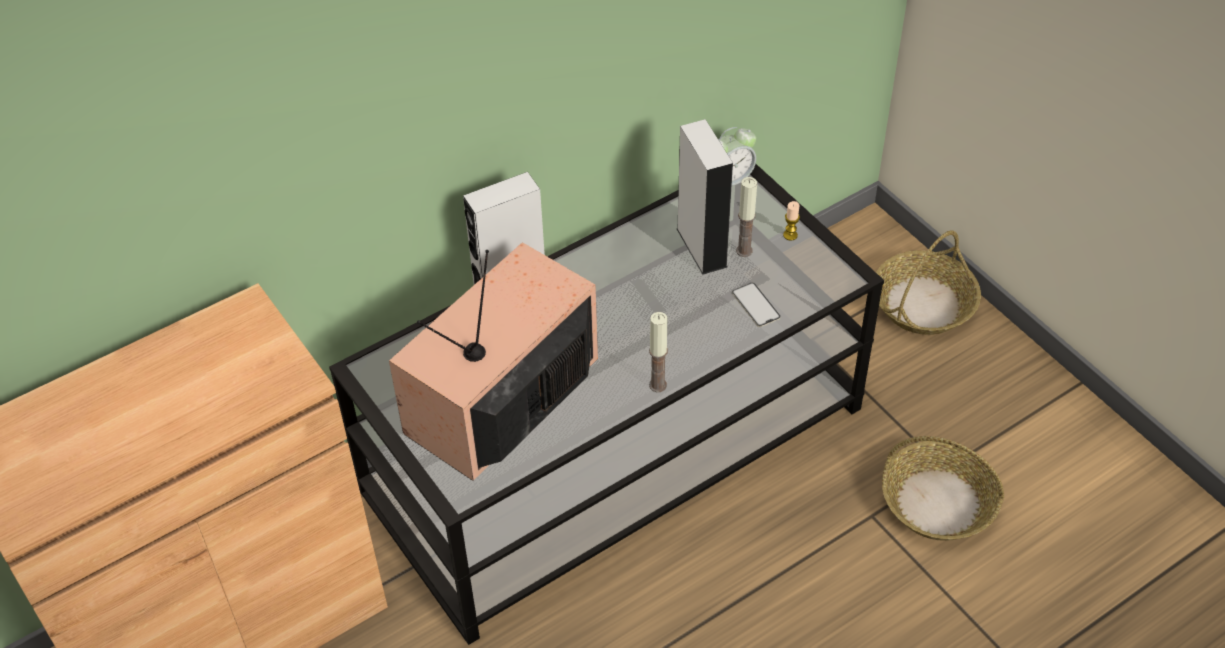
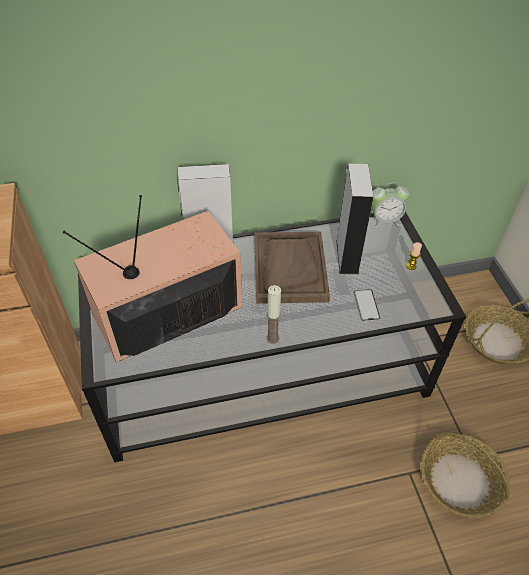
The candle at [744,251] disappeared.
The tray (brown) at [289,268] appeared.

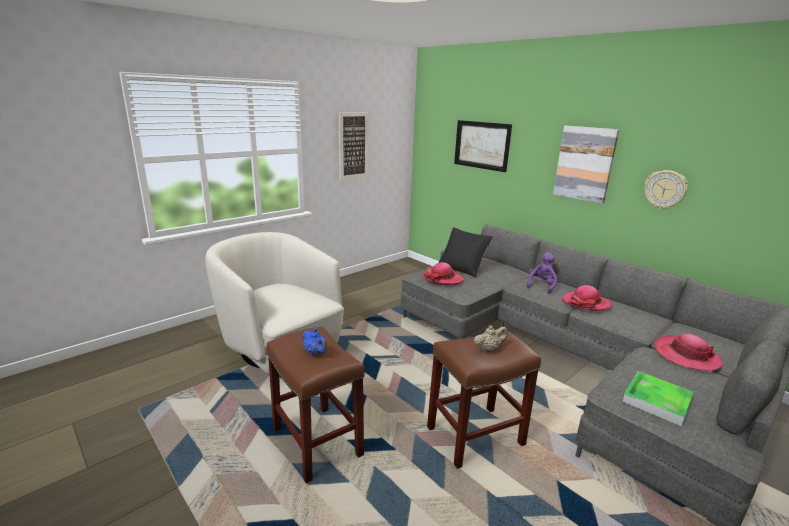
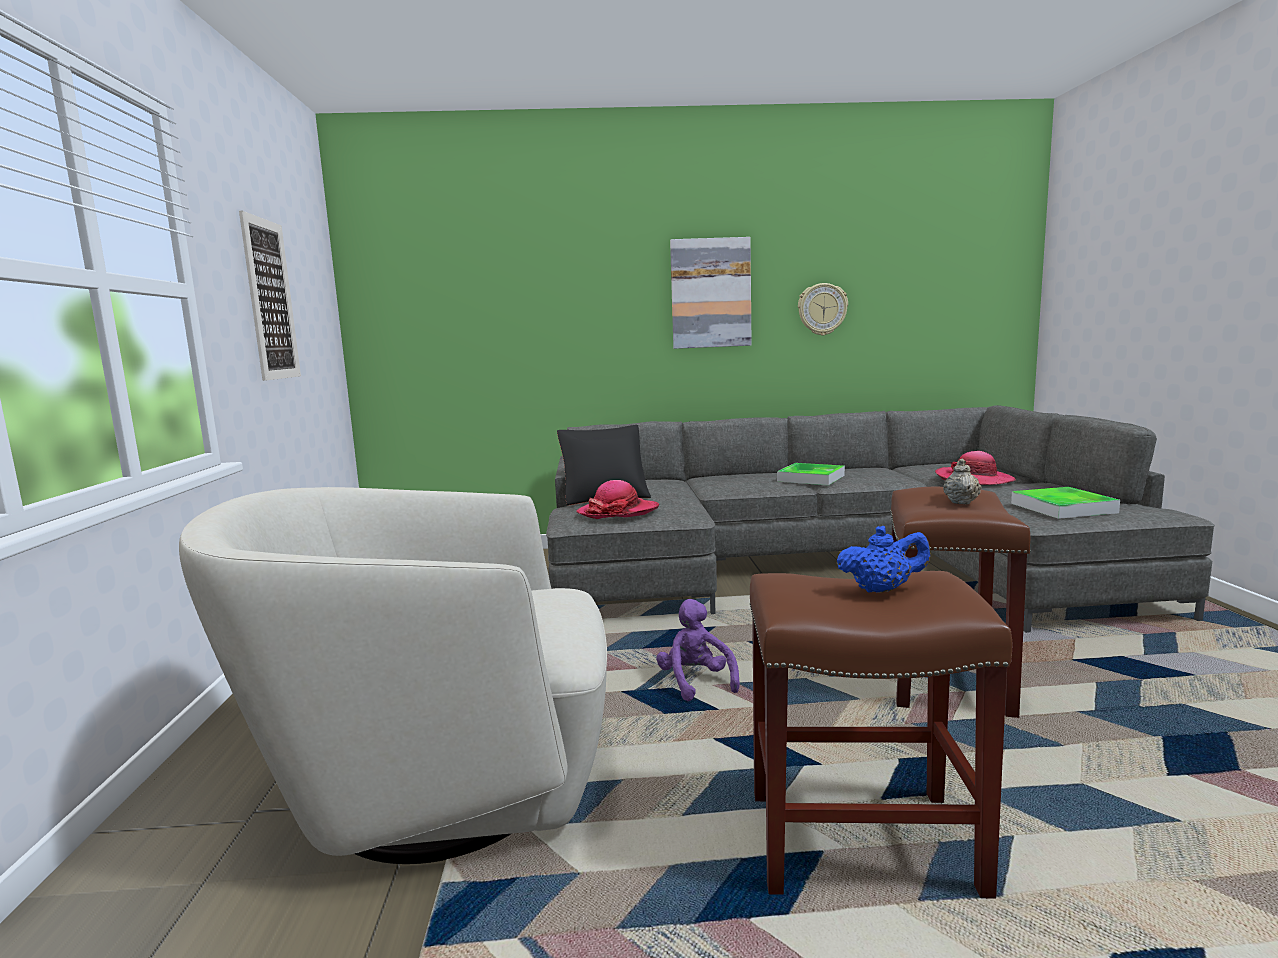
The picture at [482,145] disappeared.
The plush toy (purple) moved from [541,285] to [696,682].
The hat at [586,303] was replaced by the tray at [811,478].

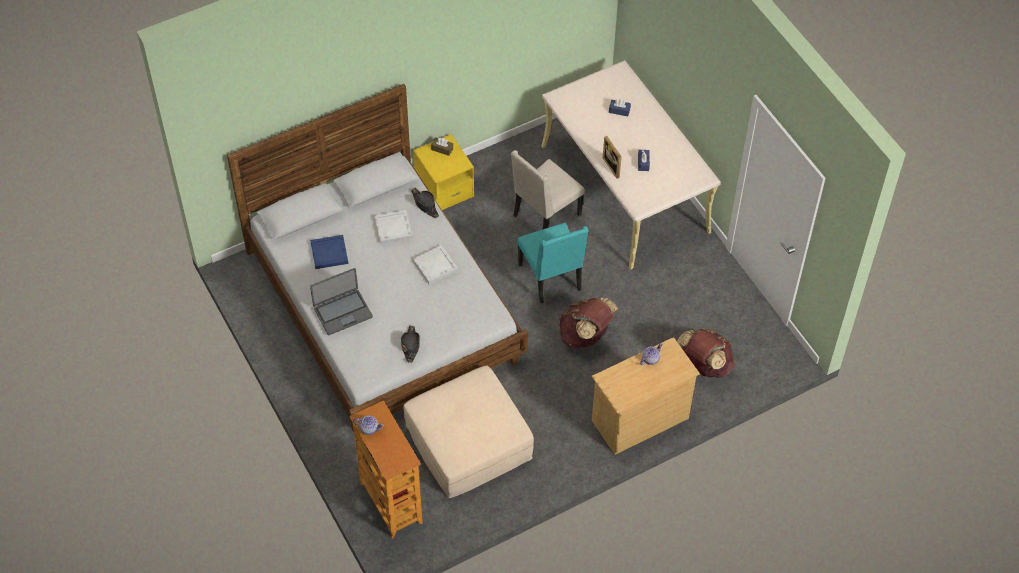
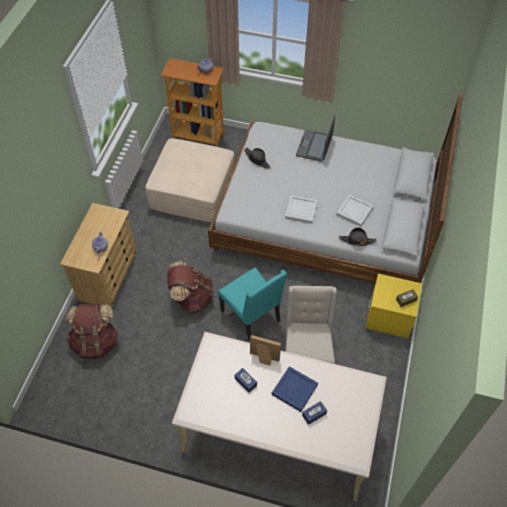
The tray (blue) moved from [329,253] to [294,389].
The chair (turquoise) at [551,278] turned 150 degrees counterclockwise.

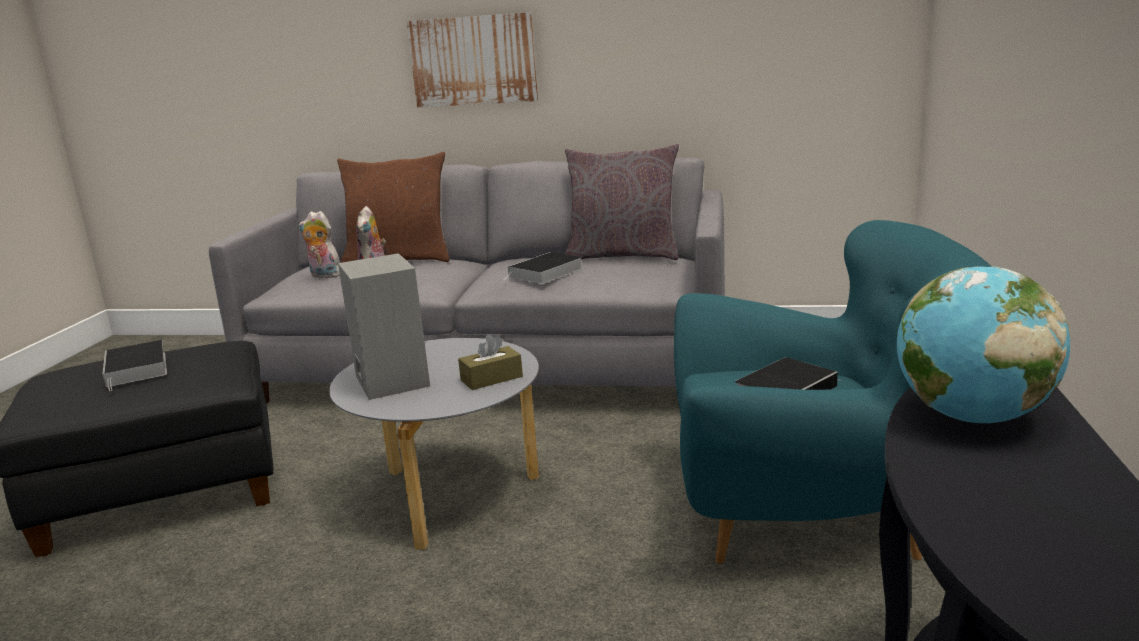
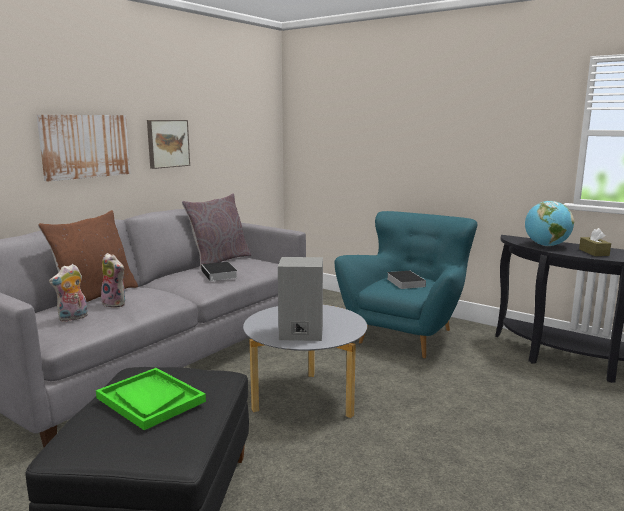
The picture at [167,143] appeared.
The tissue box (brown) moved from [491,378] to [593,252].
The book at [137,369] was replaced by the tray (green) at [150,400].

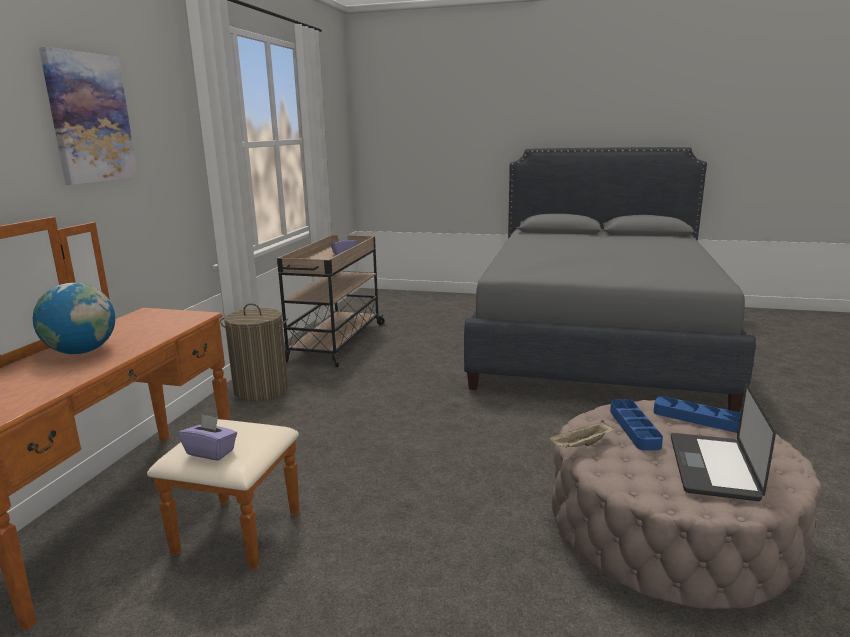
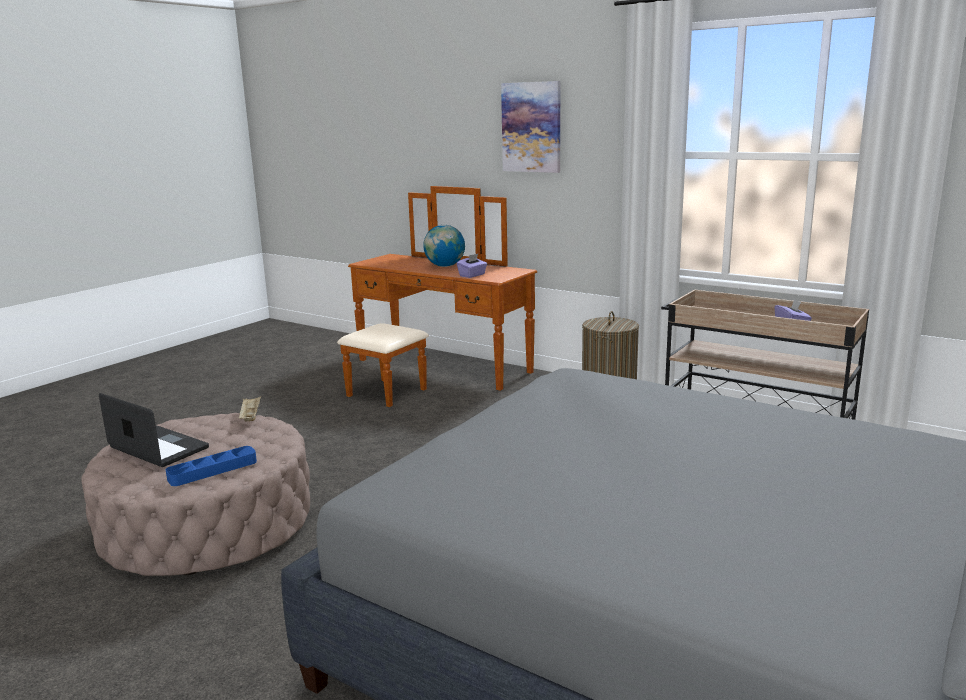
The tray (blue) at [634,428] disappeared.
The tissue box (purple) moved from [211,452] to [472,275].

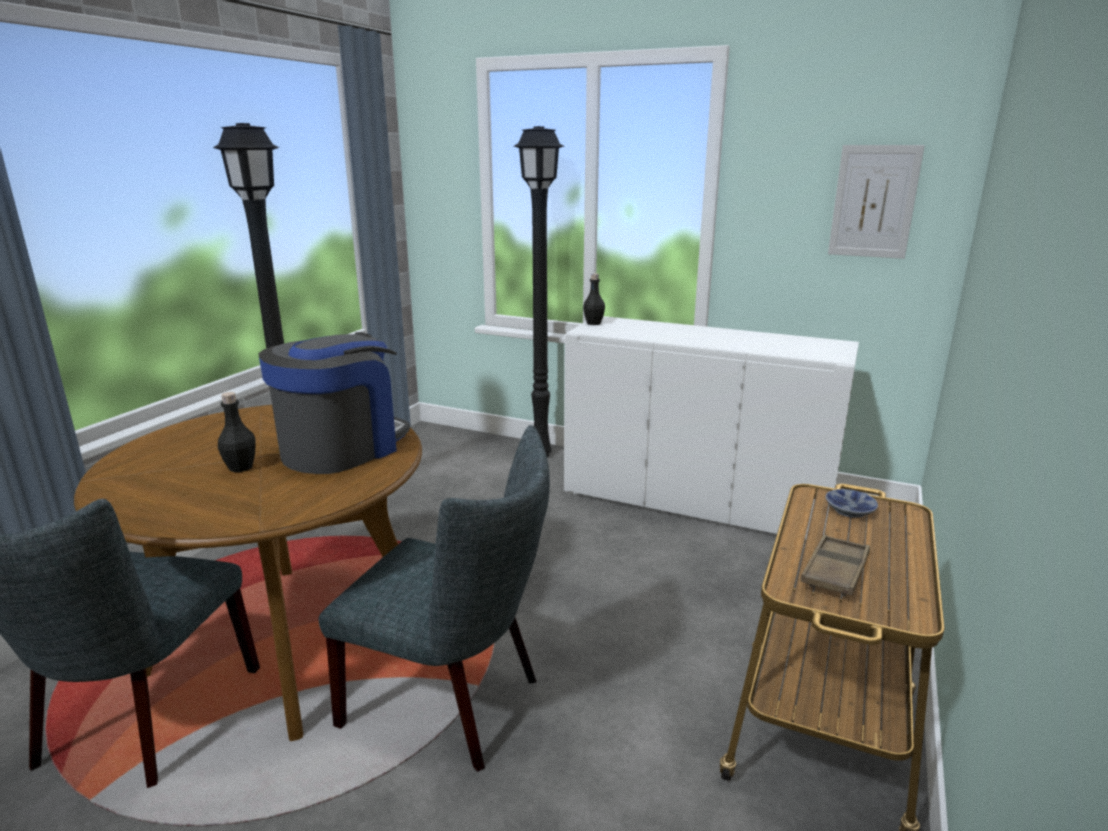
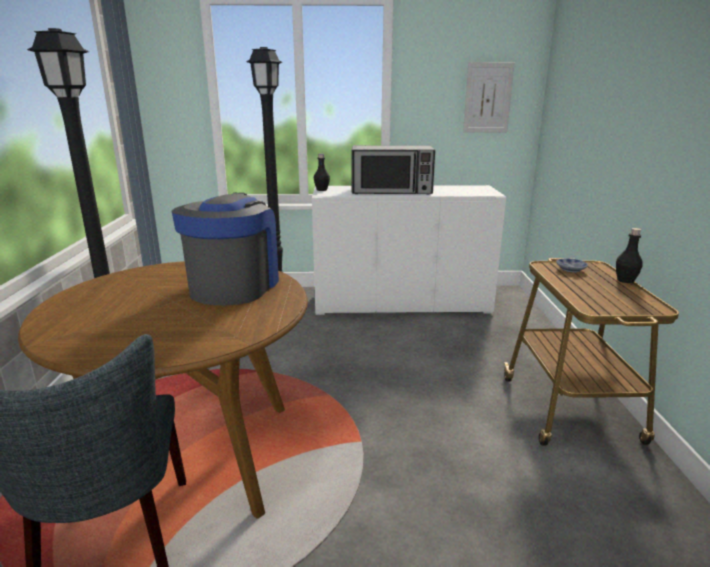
The chair (grey) at [453,703] disappeared.
The tray (brown) at [835,571] disappeared.
The microwave at [391,191] appeared.
The bottle (black) moved from [241,467] to [625,280].

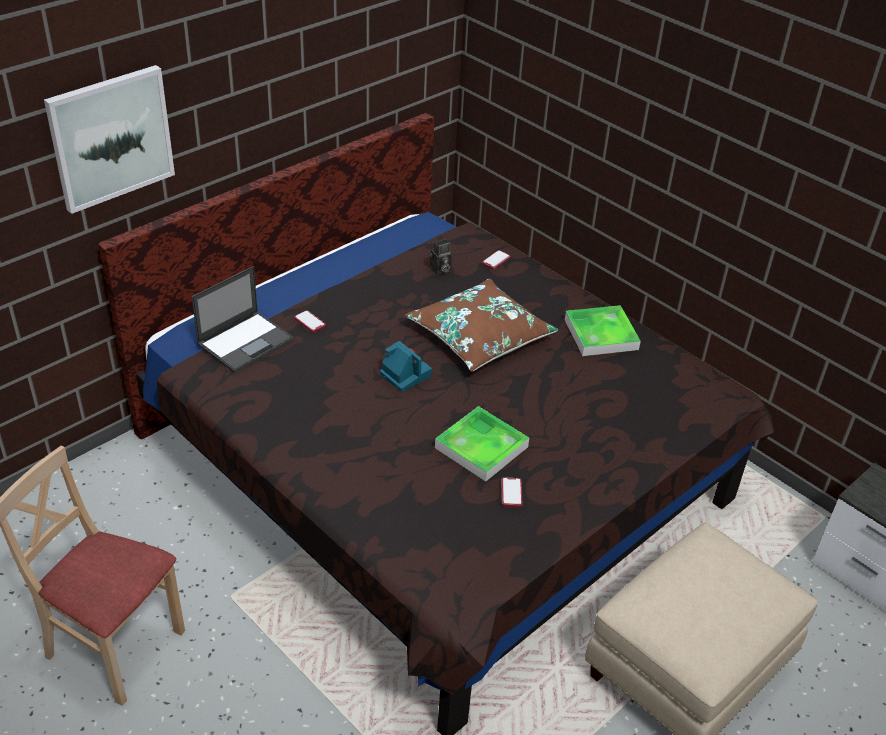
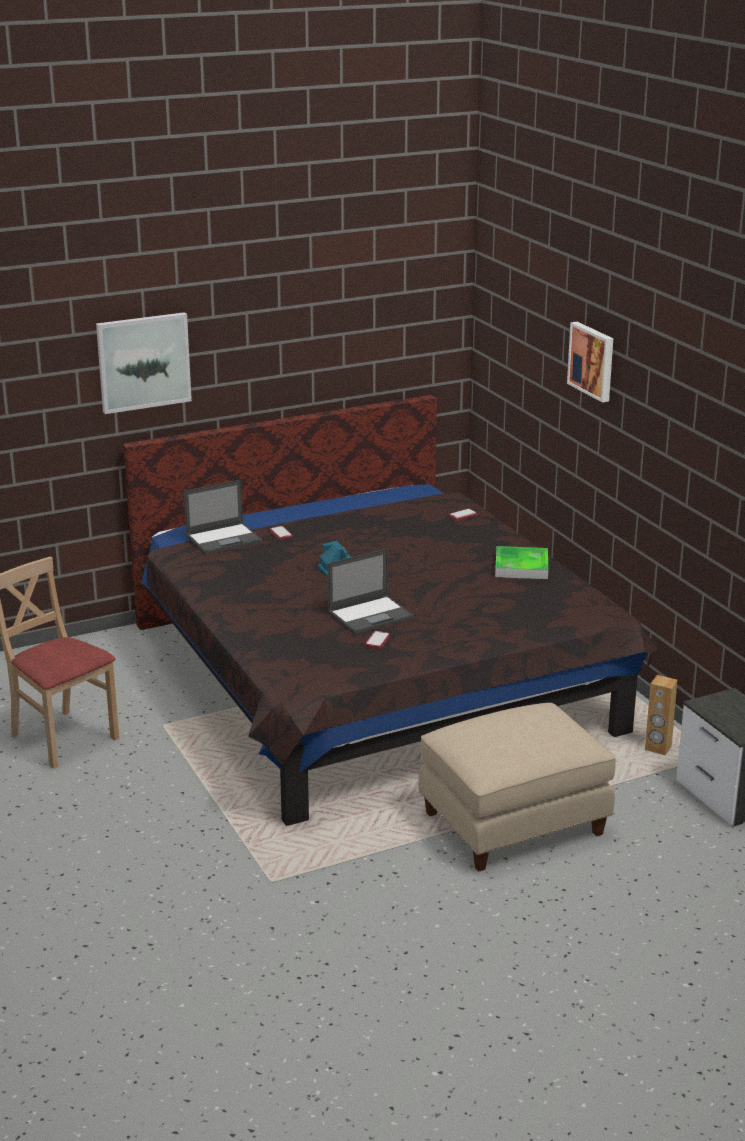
The pillow (brown) at [480,336] disappeared.
The photo camera at [439,270] disappeared.
The picture at [593,361] appeared.
The speaker (brown) at [657,749] appeared.
The tray at [481,447] was replaced by the laptop at [371,615].

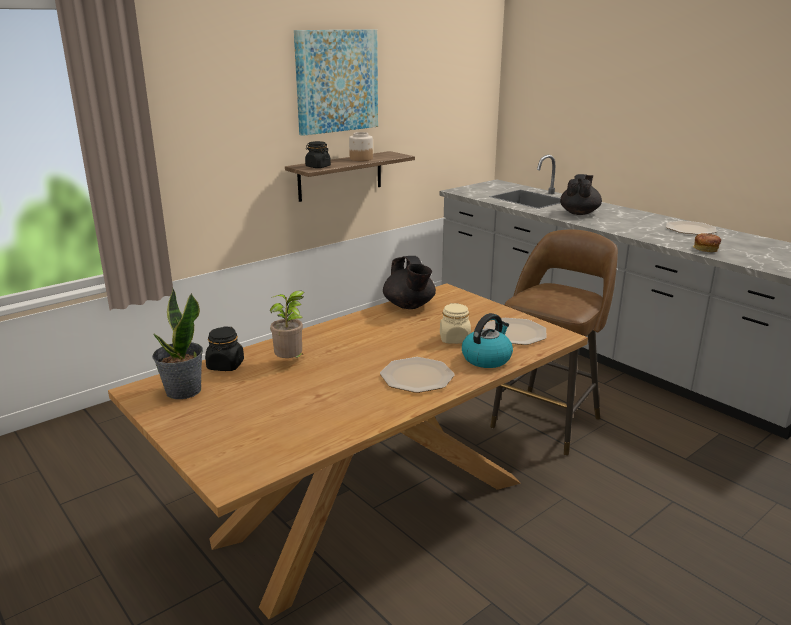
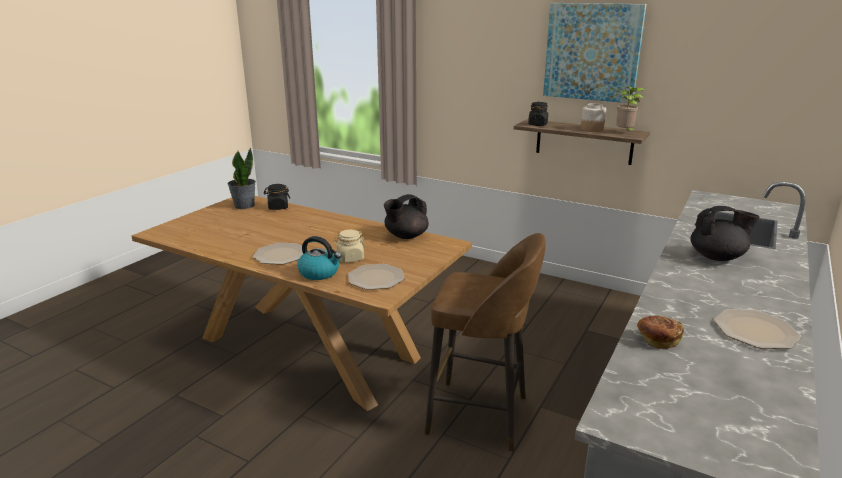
The potted plant moved from [291,362] to [625,133].

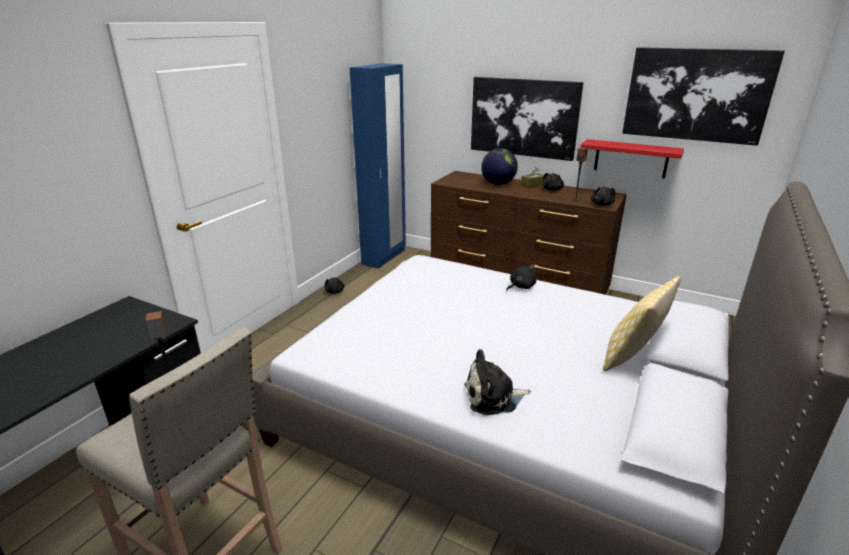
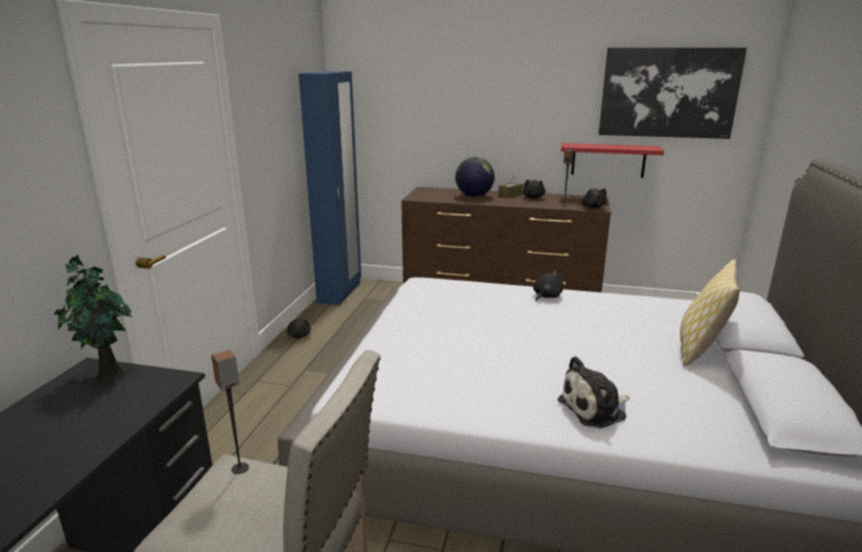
The picture at [523,117] disappeared.
The potted plant at [108,375] appeared.

